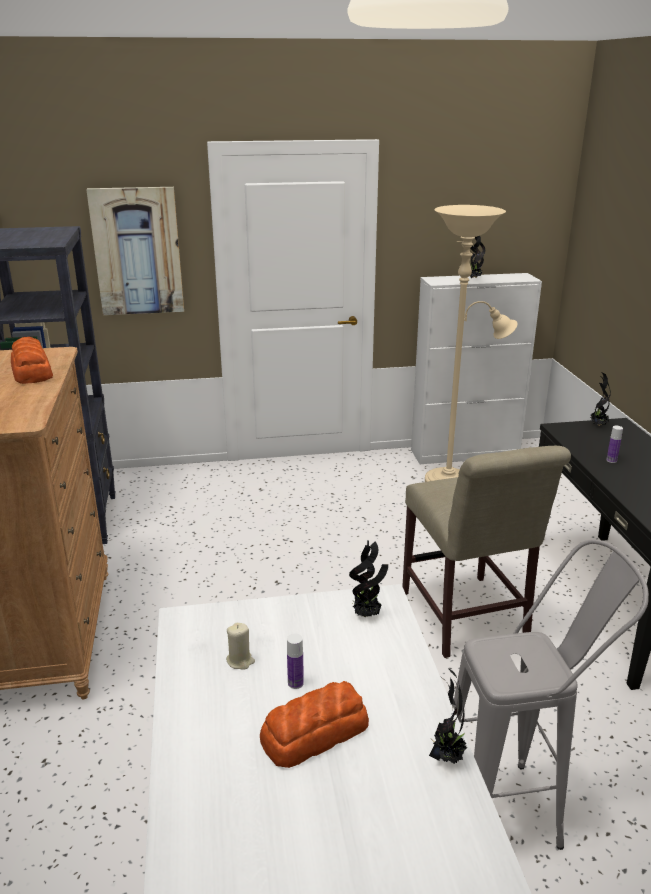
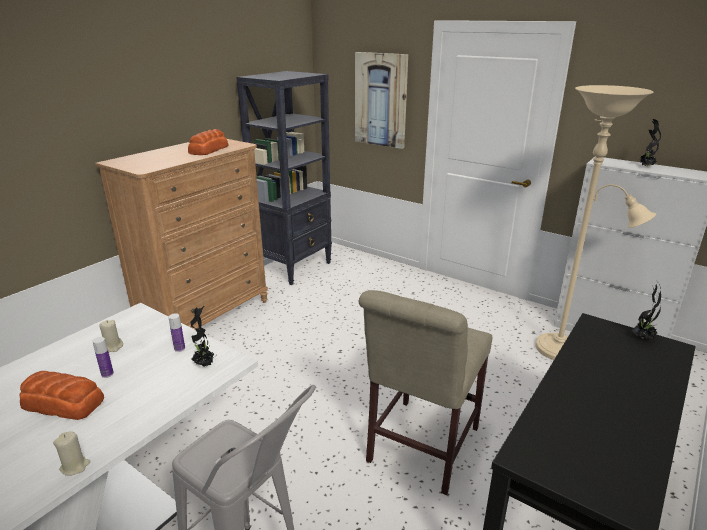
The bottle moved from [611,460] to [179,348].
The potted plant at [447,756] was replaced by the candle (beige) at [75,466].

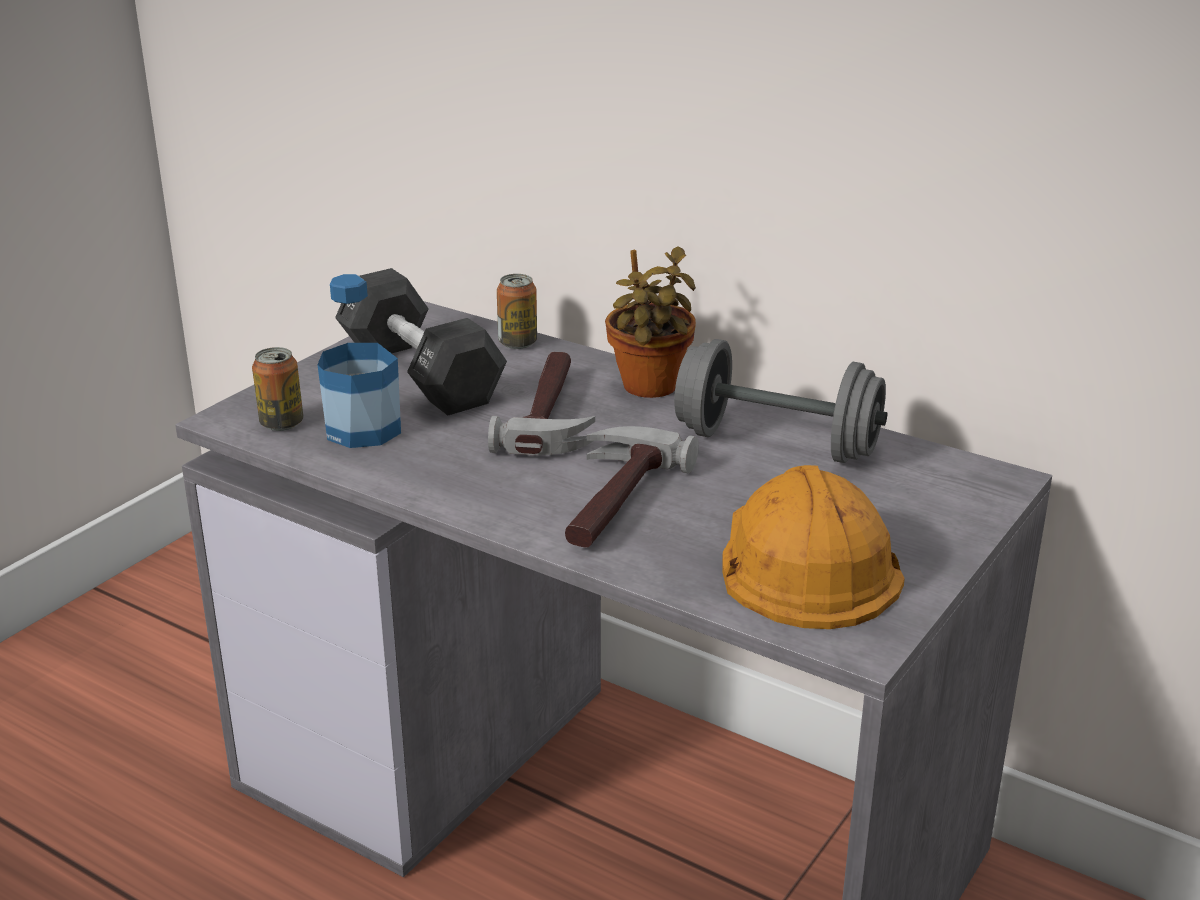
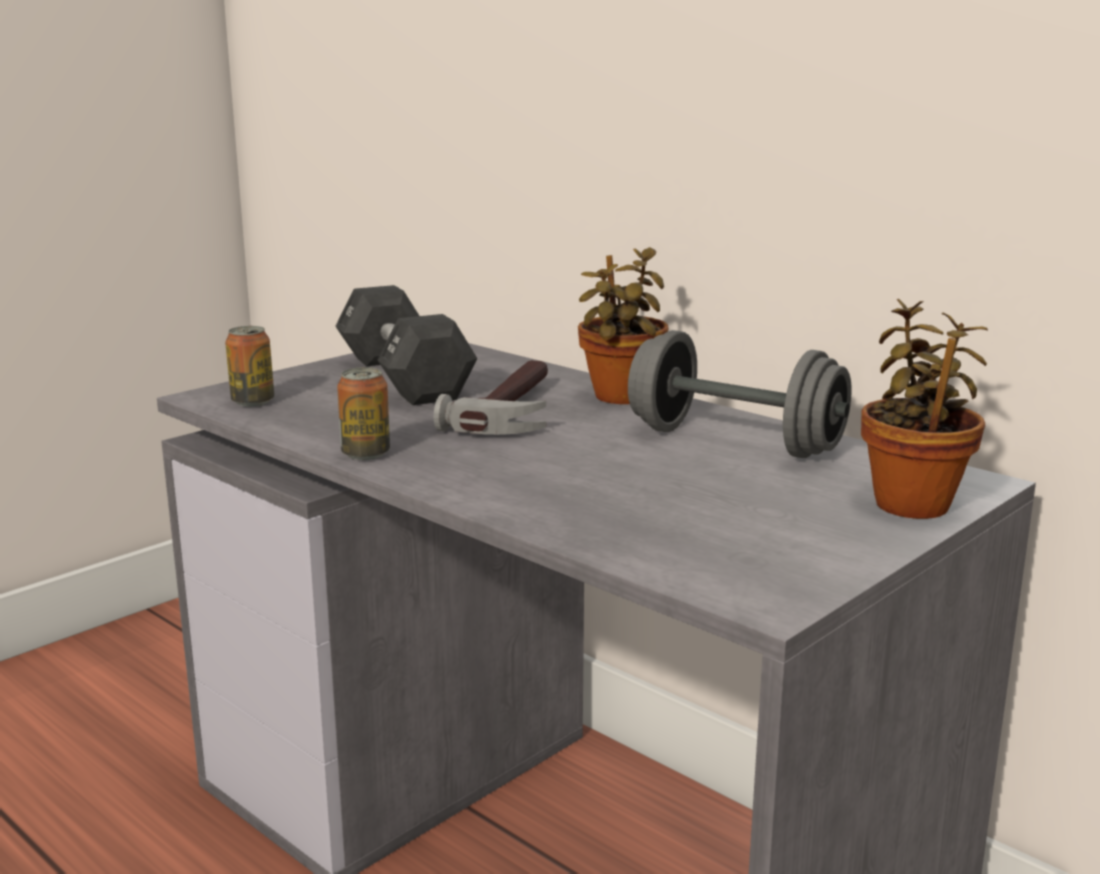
The bottle at [363,429] disappeared.
The hammer at [612,499] disappeared.
The hard hat (orange) at [804,563] disappeared.
The potted plant at [914,502] appeared.
The can moved from [517,343] to [365,454].

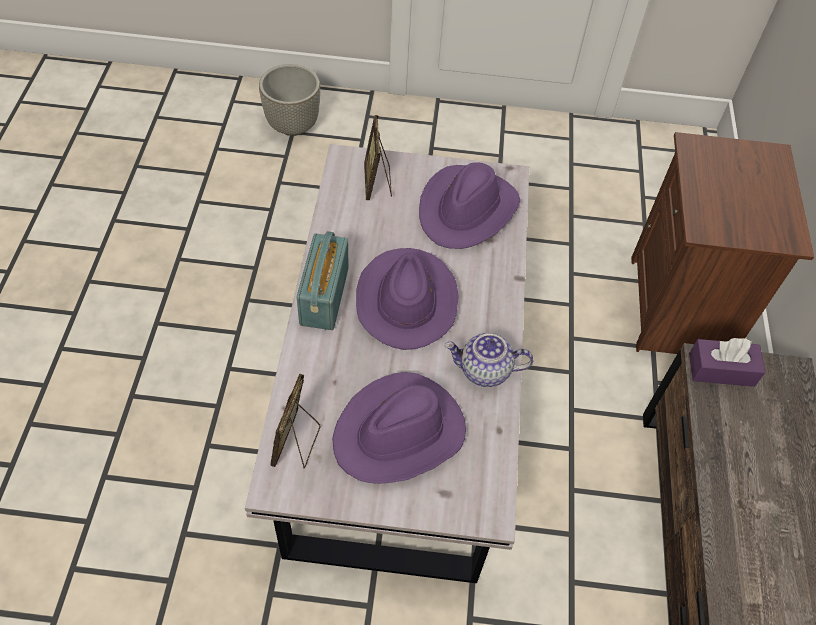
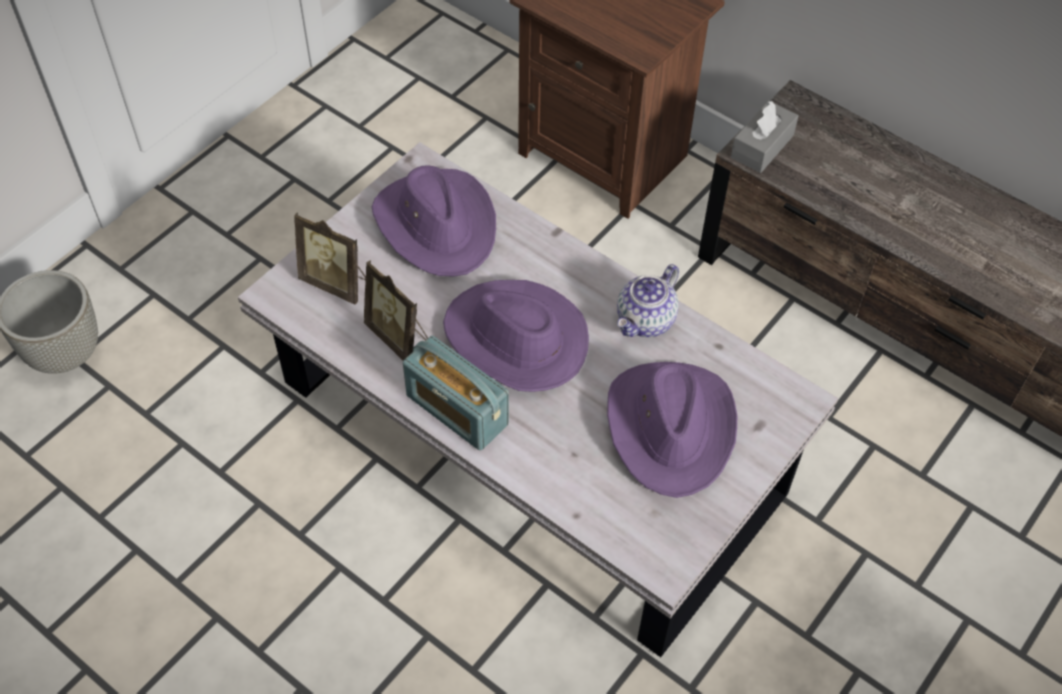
The picture frame moved from [297,443] to [399,337].
The tissue box (purple) at [721,370] became the tissue box (grey) at [762,146].

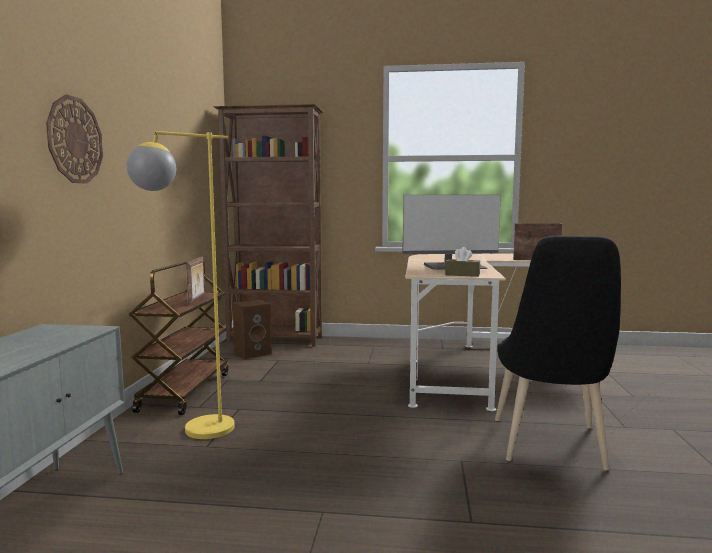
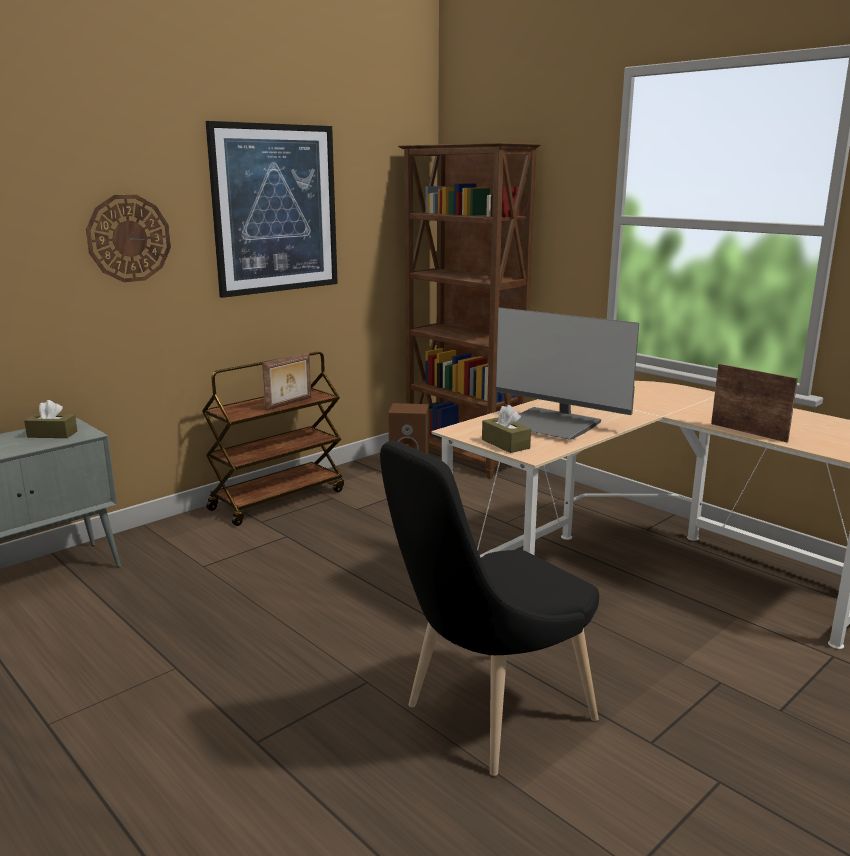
The floor lamp (yellow) at [192,432] disappeared.
The tissue box (brown) at [52,434] appeared.
The picture at [275,209] appeared.

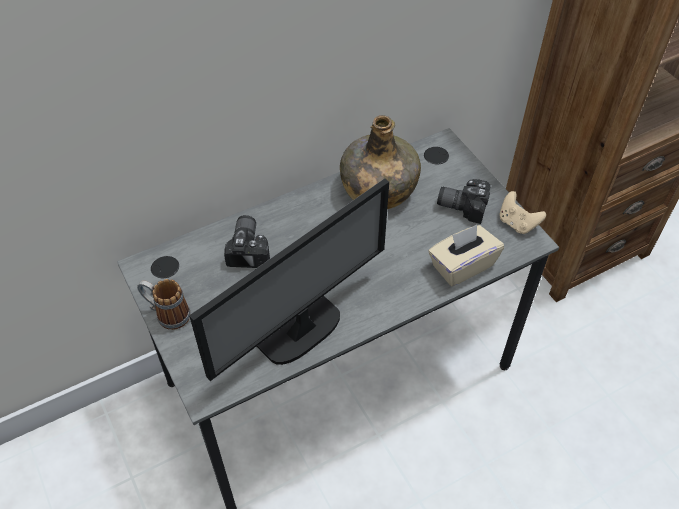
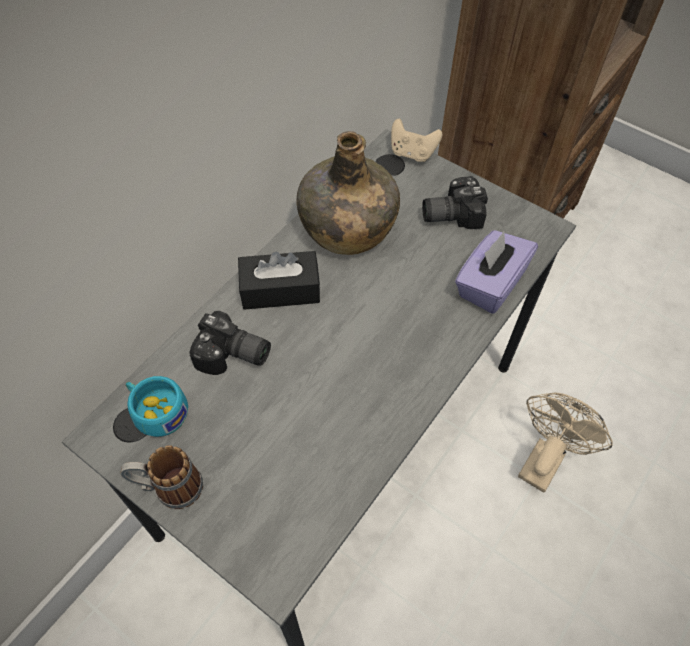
The monitor at [301,332] disappeared.
The cup (turquoise) at [156,410] appeared.
The tissue box (black) at [280,290] appeared.
The fan (beige) at [544,458] appeared.
The game controller (beige) moved from [517,223] to [412,153].
The tissue box (beige) at [462,266] became the tissue box (purple) at [489,284].
The photo camera at [250,248] turned 135 degrees clockwise.

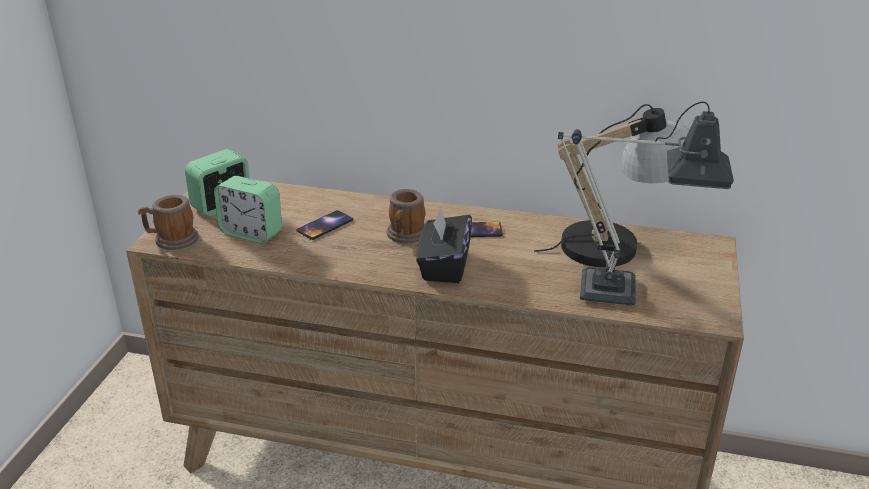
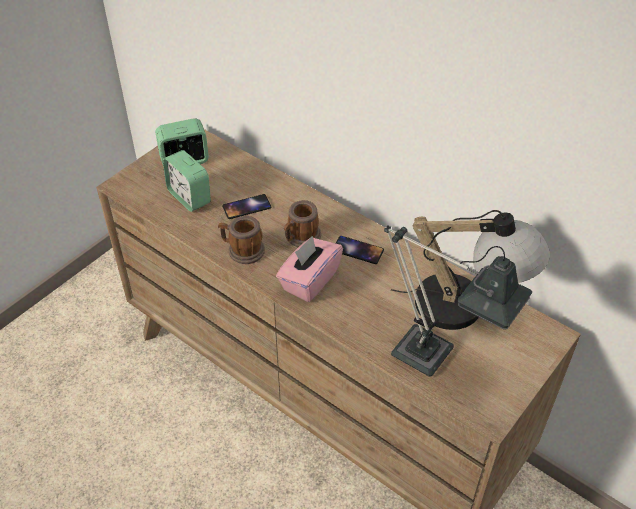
The mug moved from [171,240] to [242,250].
The tissue box (black) at [444,266] became the tissue box (pink) at [309,280].

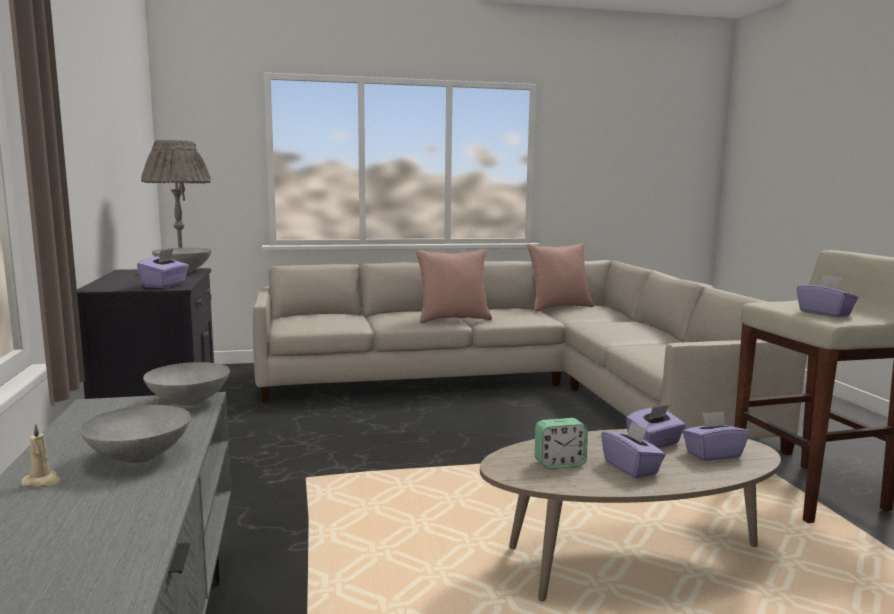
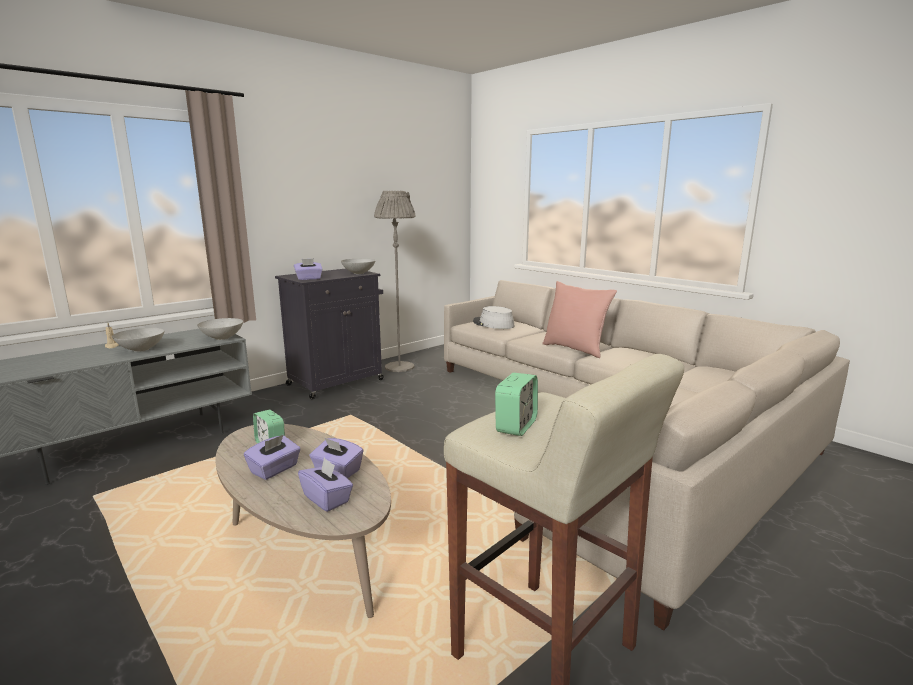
The pillow (pink) at [559,307] disappeared.
The hat (grey) at [493,324] appeared.
The tissue box (purple) at [824,313] was replaced by the alarm clock at [516,426].

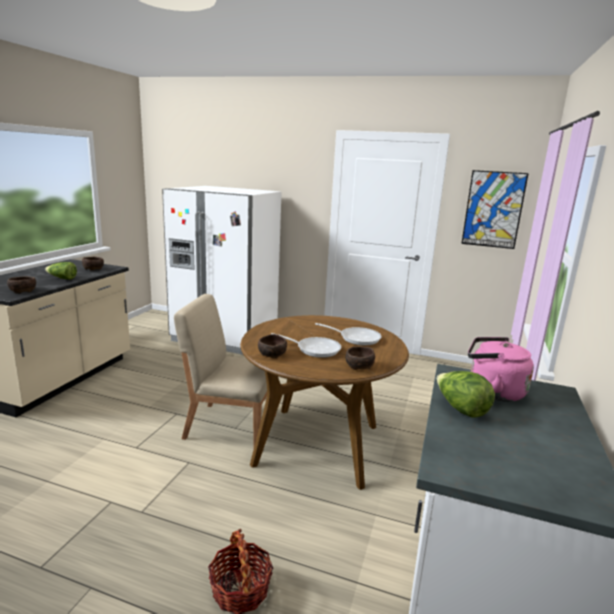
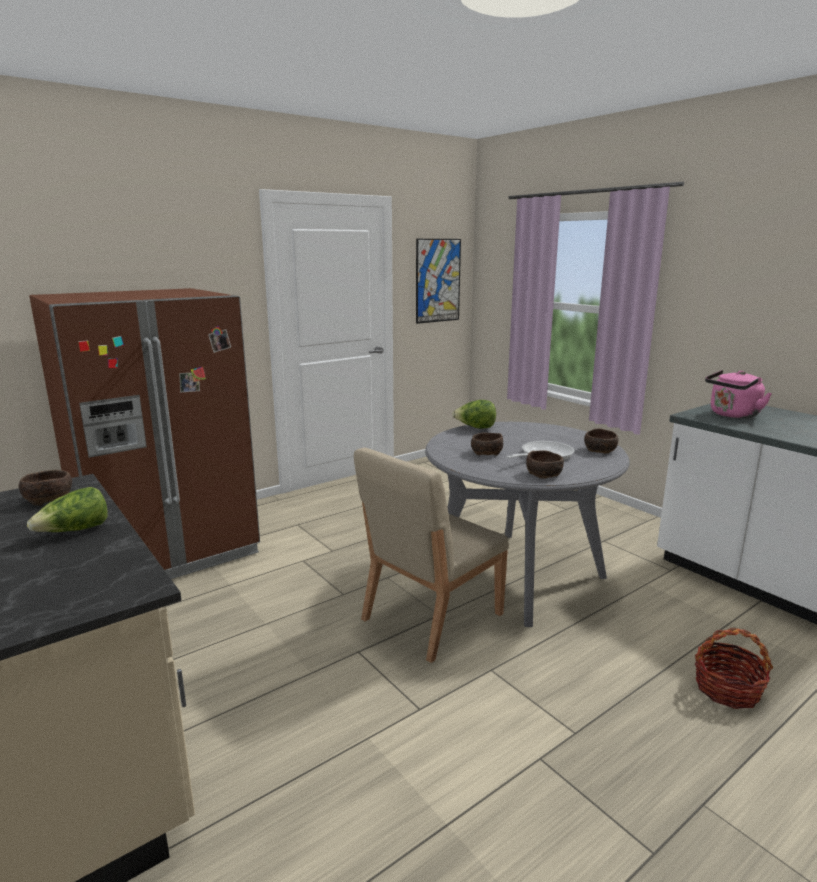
The frying pan at [356,338] disappeared.
The bowl (brown) moved from [22,291] to [486,453].
The lettuce moved from [460,409] to [475,428].
The fridge (white) at [225,337] became the fridge (brown) at [168,552].
The dining table (brown) at [317,444] became the dining table (grey) at [516,574].

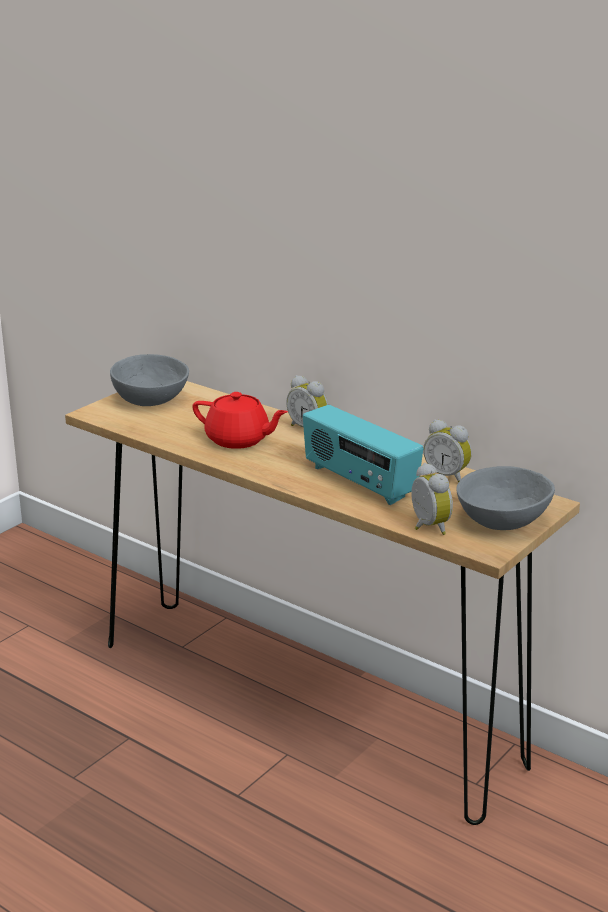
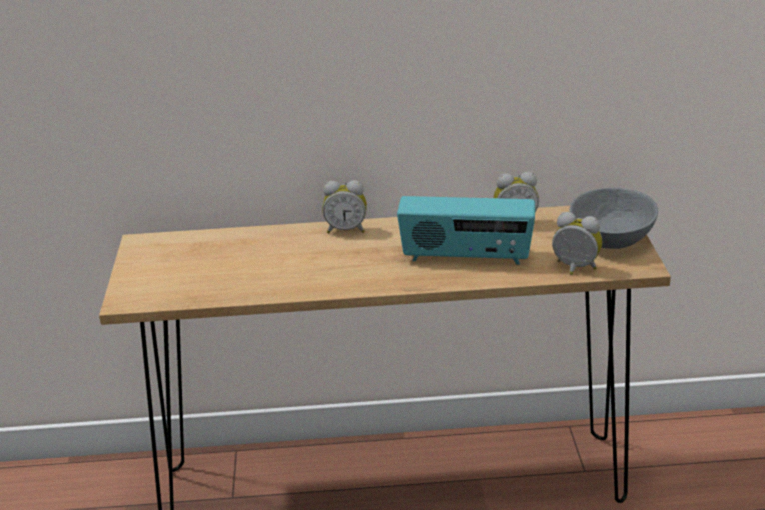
The bowl (grey) at [149,399] disappeared.
The teapot (red) at [238,440] disappeared.

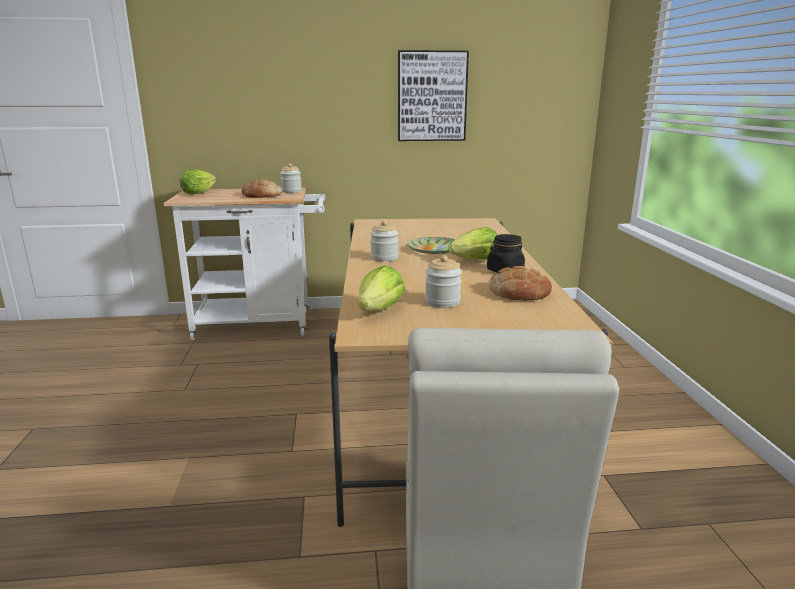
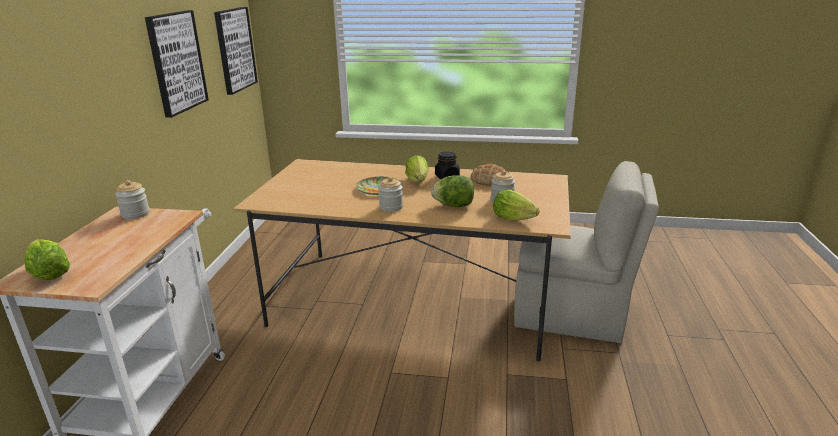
The bread at [262,195] disappeared.
The picture at [235,49] appeared.
The lettuce at [454,205] appeared.

